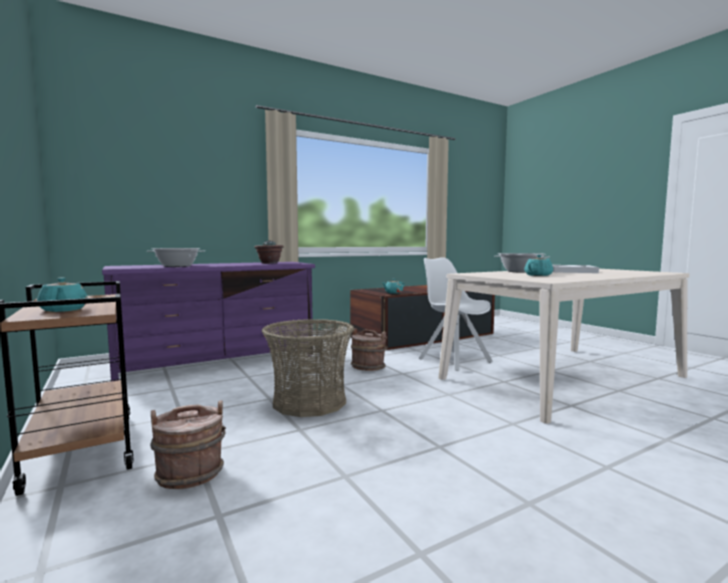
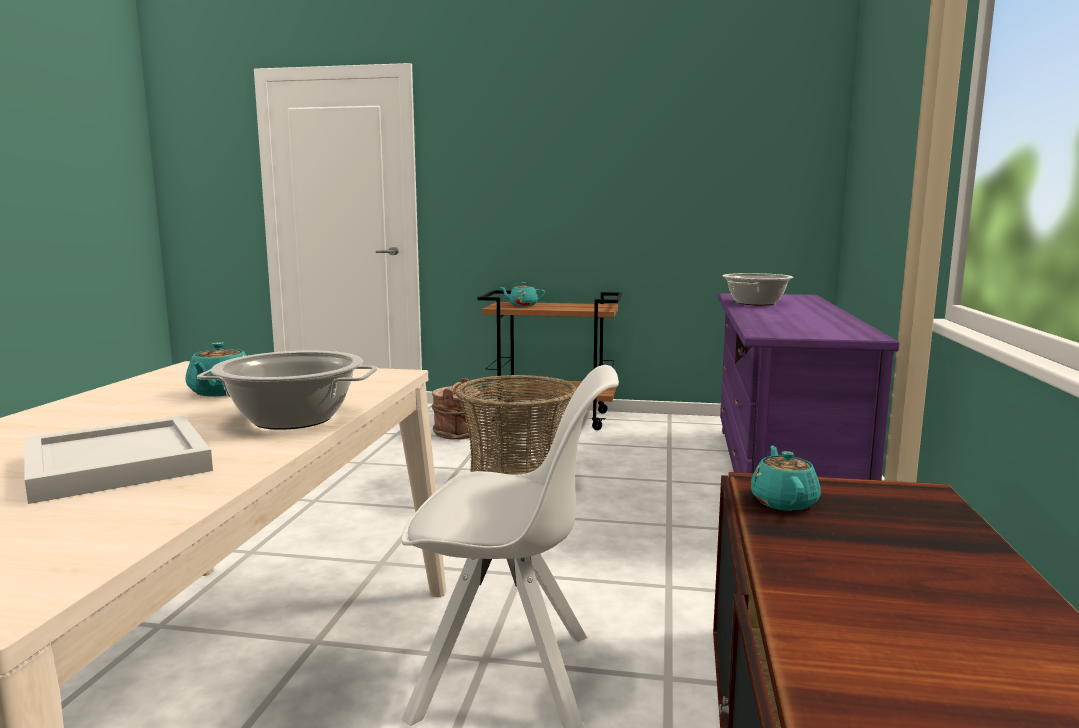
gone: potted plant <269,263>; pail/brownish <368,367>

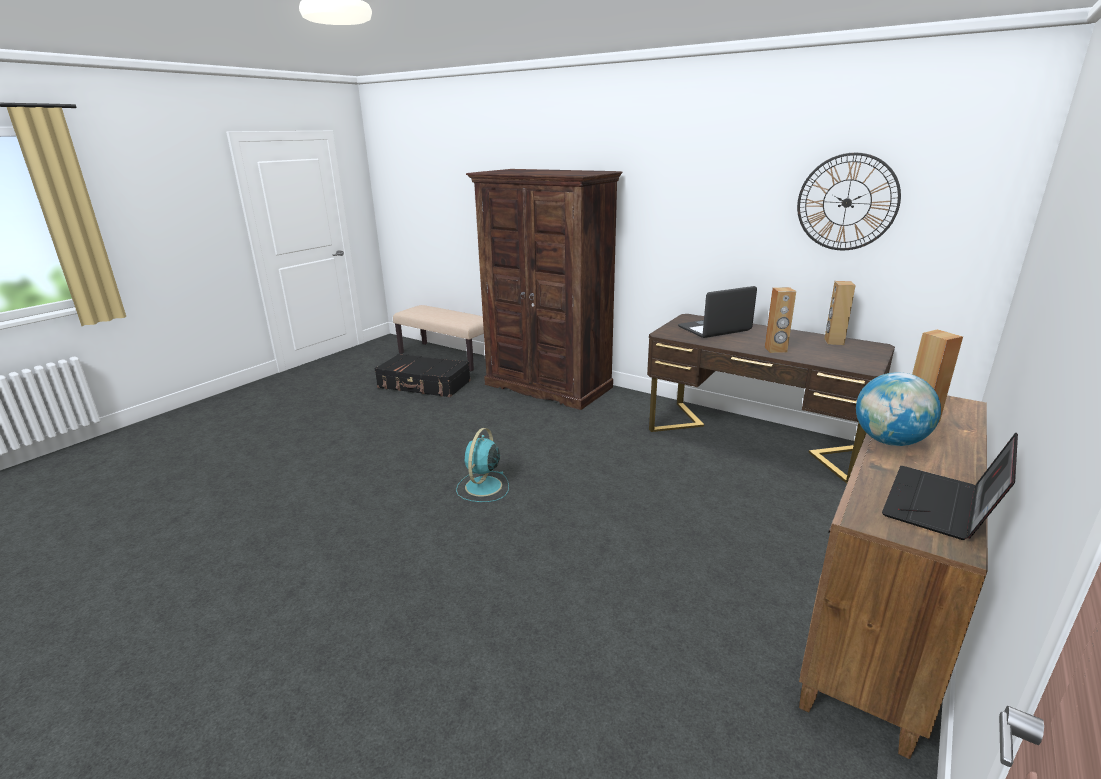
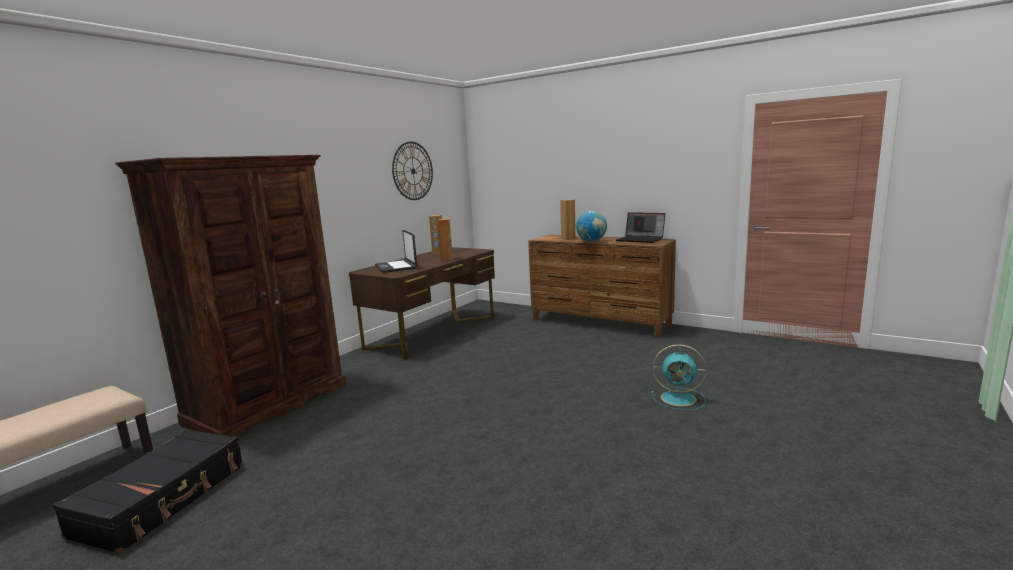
shifted: fan/turquoise <483,487> to <680,398>

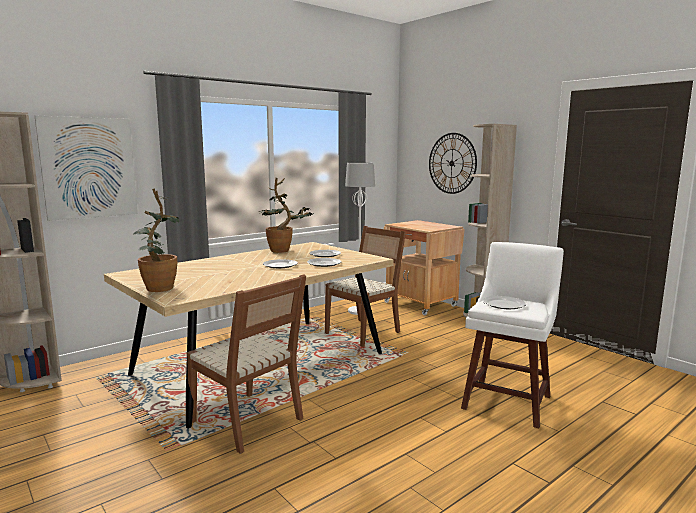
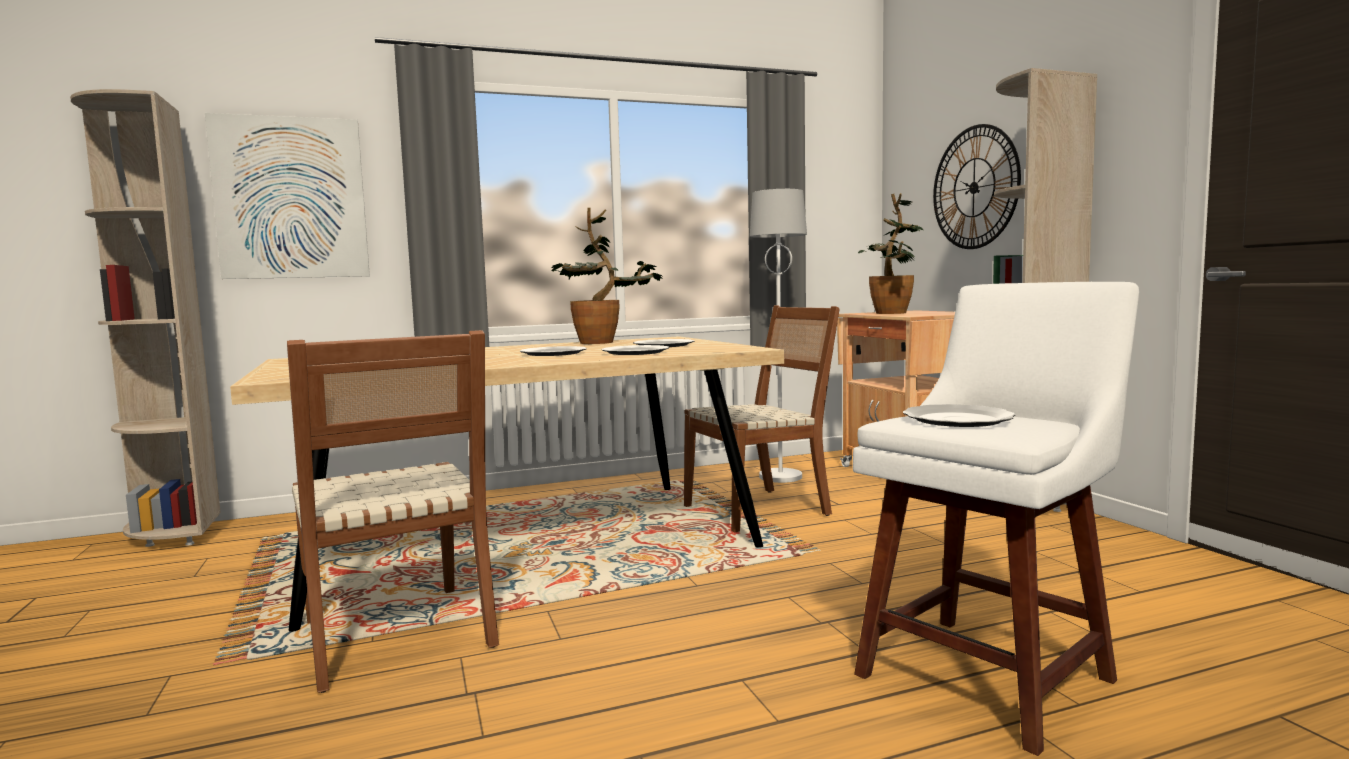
shifted: potted plant <157,290> to <890,313>

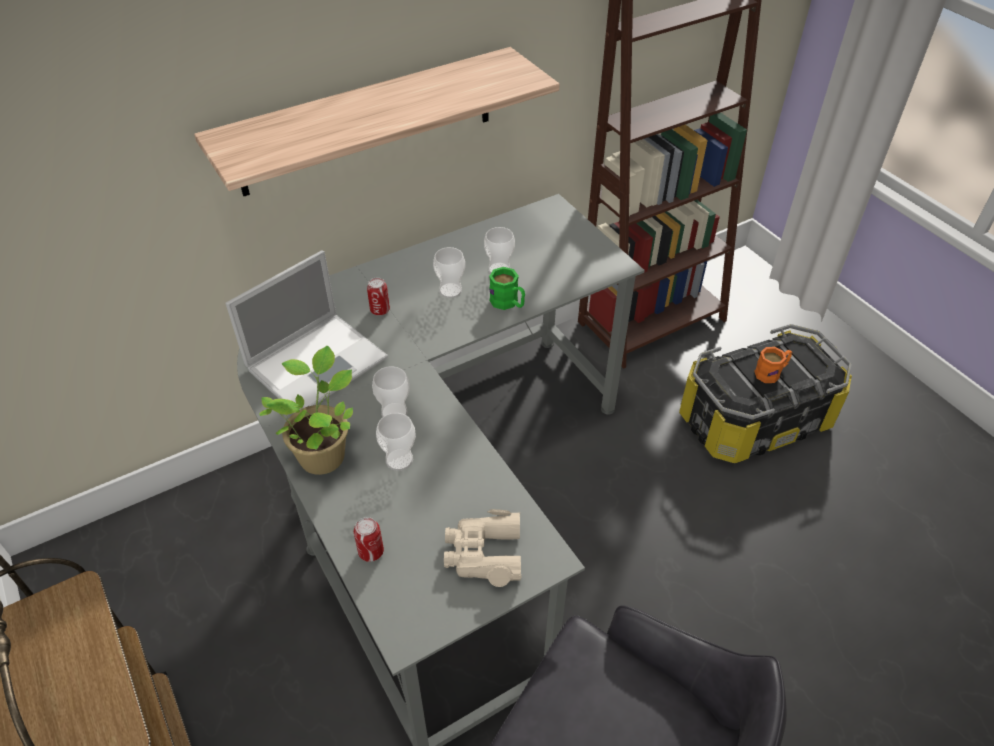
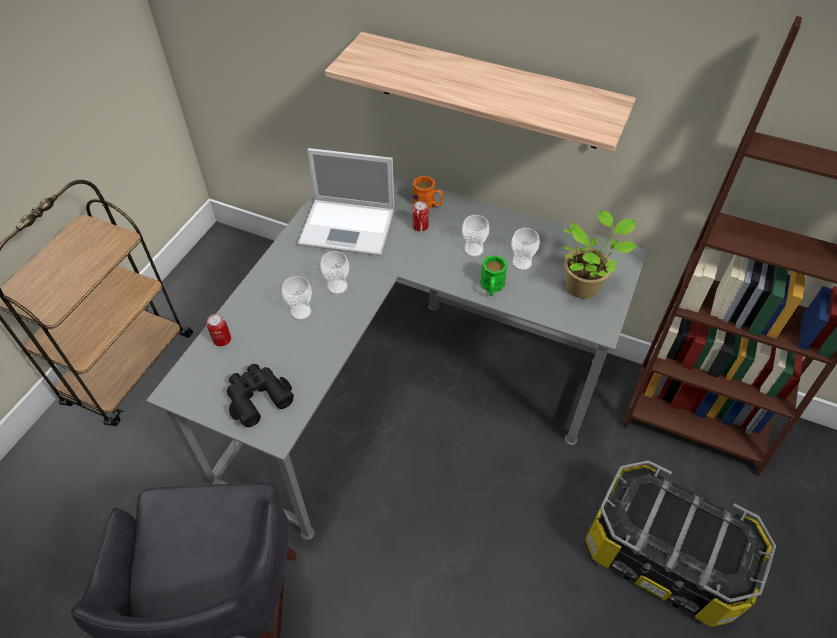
shifted: potted plant <323,454> to <584,285>; tea mug/orange-coloured <771,373> to <428,204>
repainted: binoculars/beige-coloured <483,553> to binoculars/black <257,397>

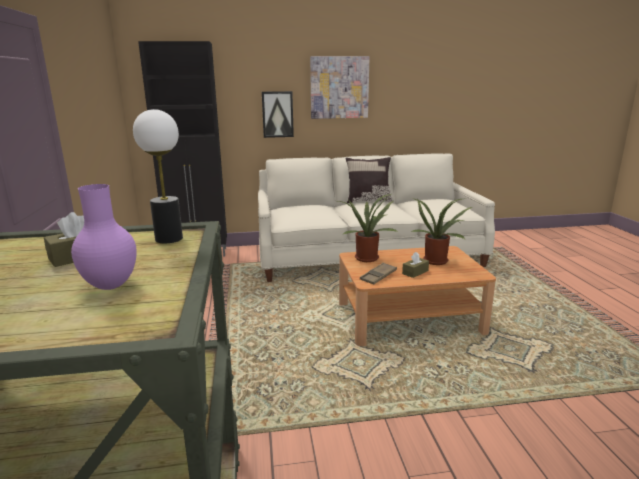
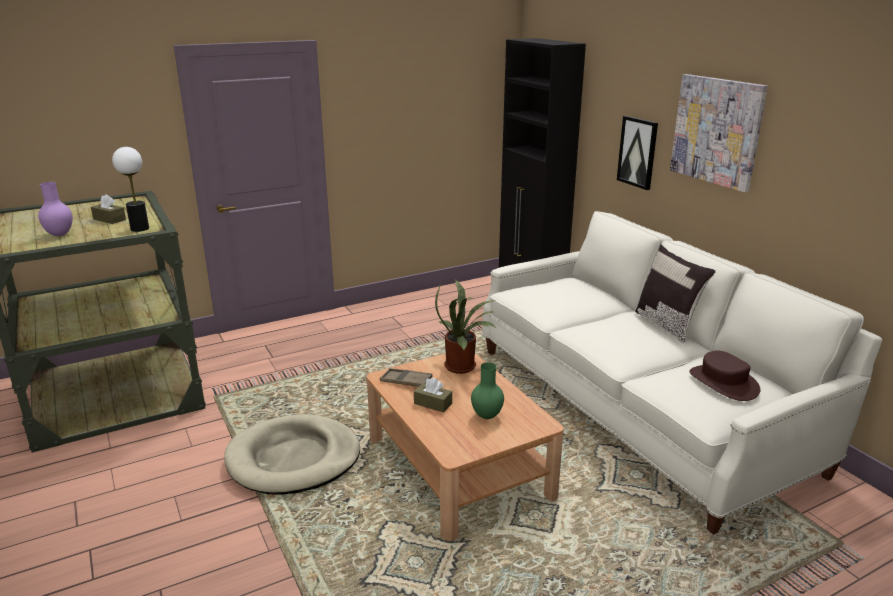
new: dog bed/beige-coloured <294,459>; hat/brownish <723,382>
swapped: potted plant <437,260> to vase/greenish <487,416>

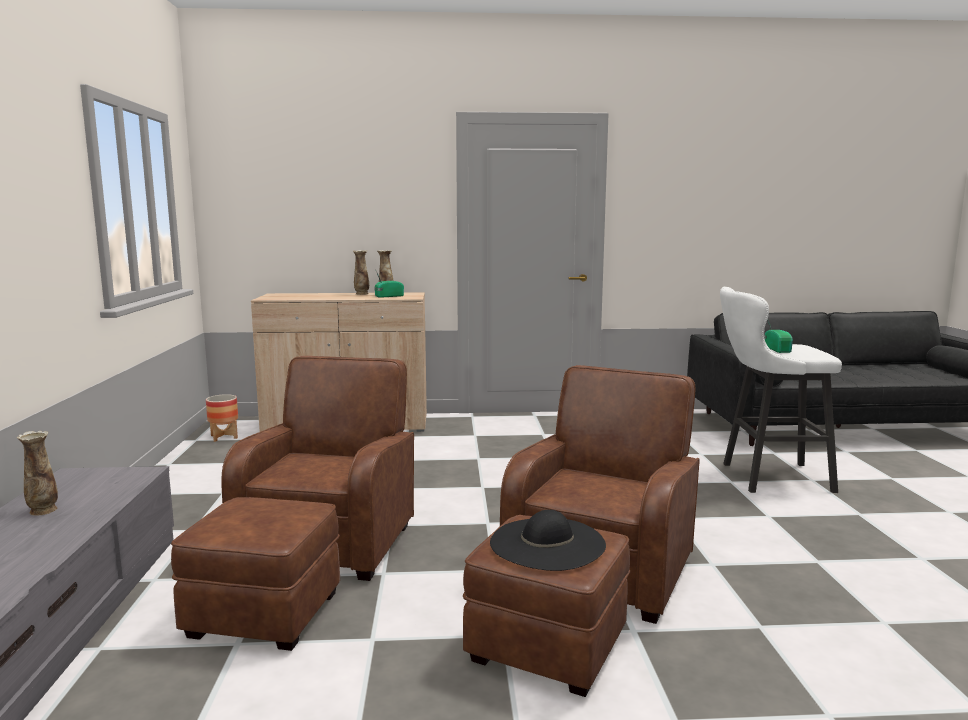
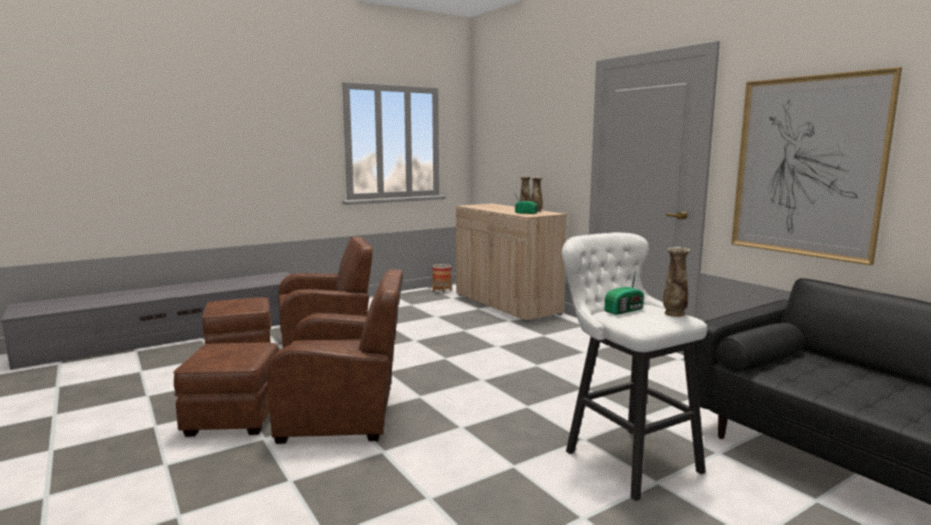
gone: hat/black <547,543>
new: picture <807,167>
shifted: vase <43,511> to <674,314>

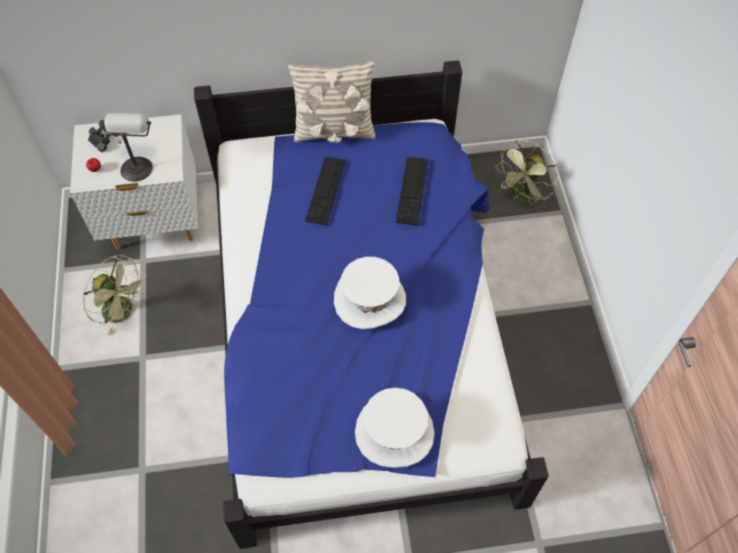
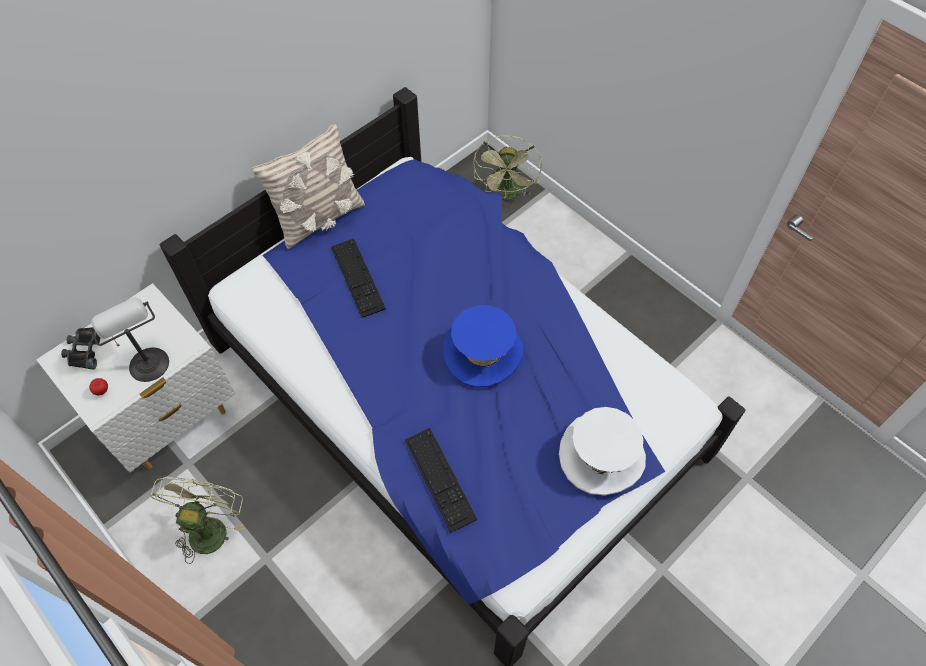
shifted: keyboard <412,190> to <439,479>
repainted: hat/whitish <369,299> to hat/blue-coloured <482,352>
rotated: fan/greenish <124,311> = <209,526> 75 degrees counterclockwise

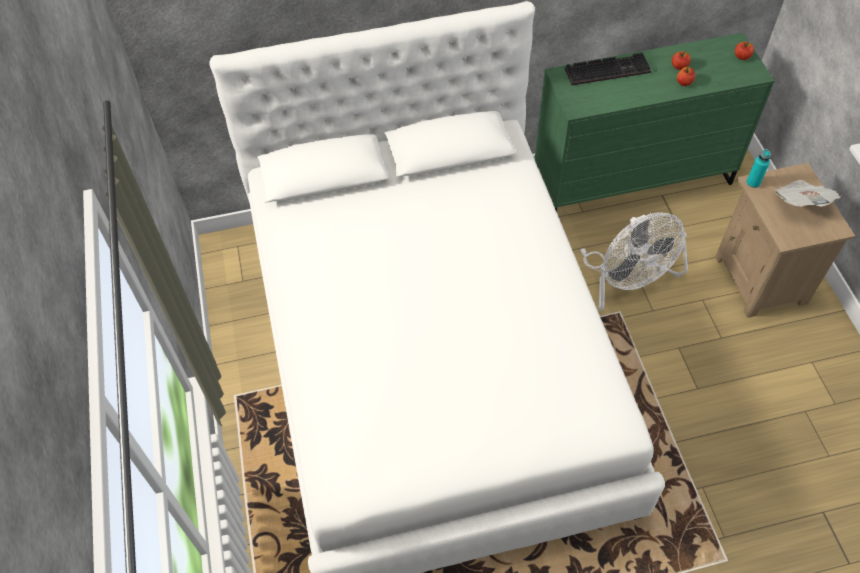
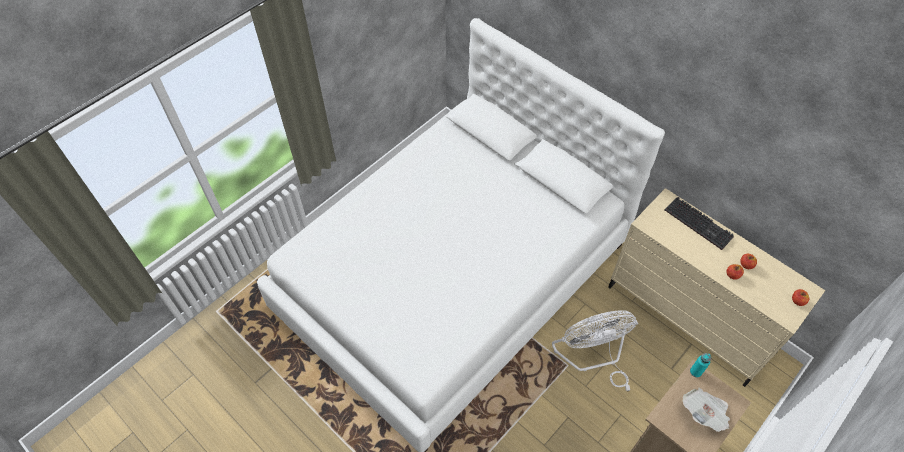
repainted: chest of drawers/greenish <631,178> to chest of drawers/beige-coloured <688,317>
rotated: fan/whitish <625,280> = <597,356> 135 degrees clockwise

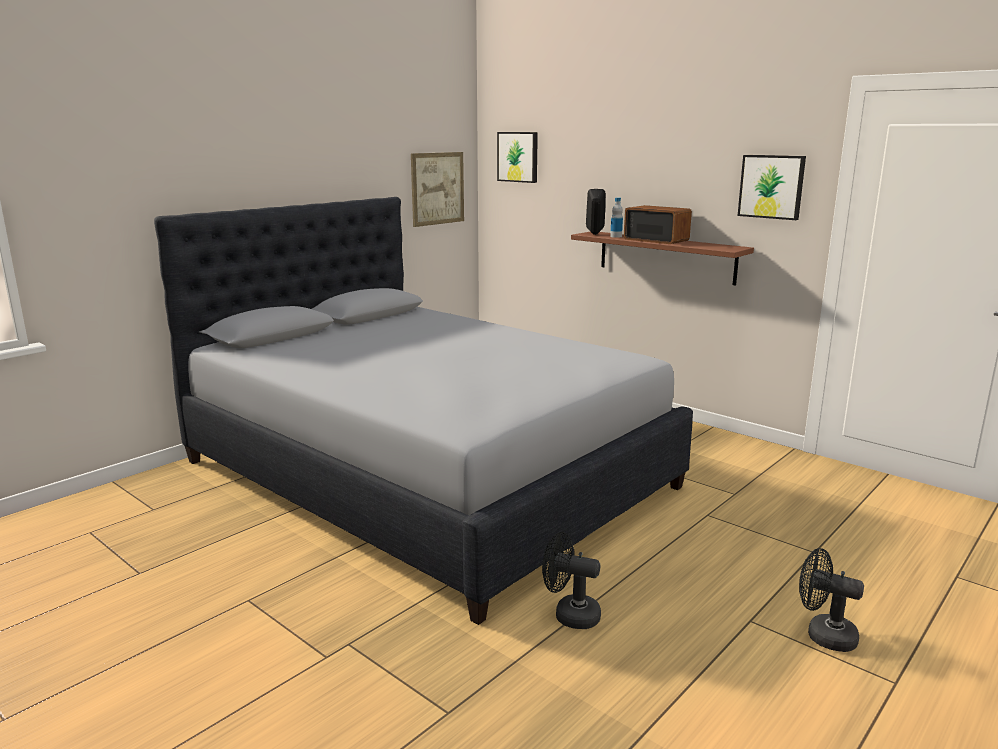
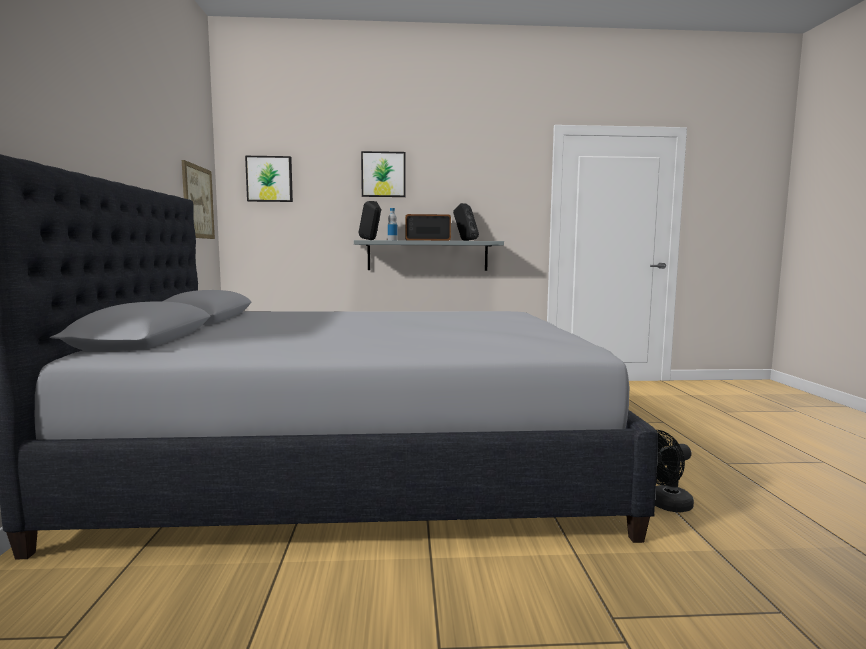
gone: fan/black <823,635>
new: speaker/black <464,240>
shifted: picture <771,186> to <383,174>
repainted: wall shelf/brownish <666,257> to wall shelf/gray <427,255>

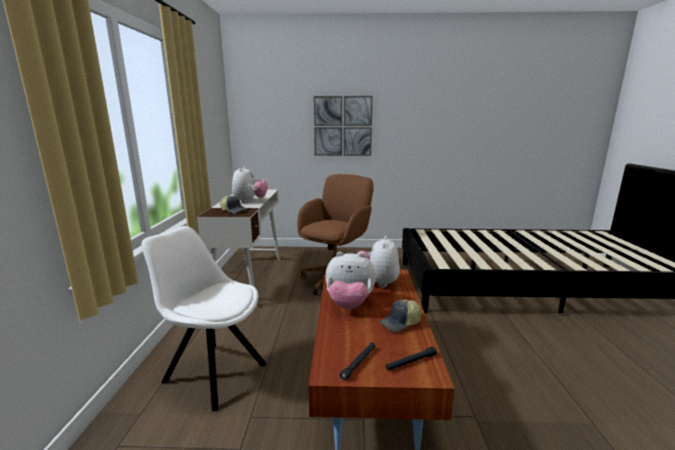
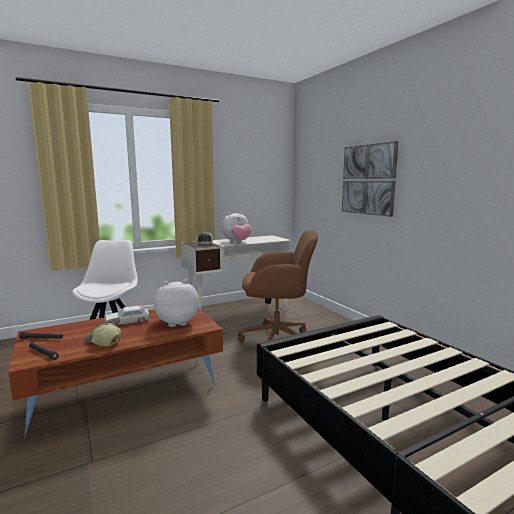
swapped: soft toy <349,304> to miniature car <128,321>

